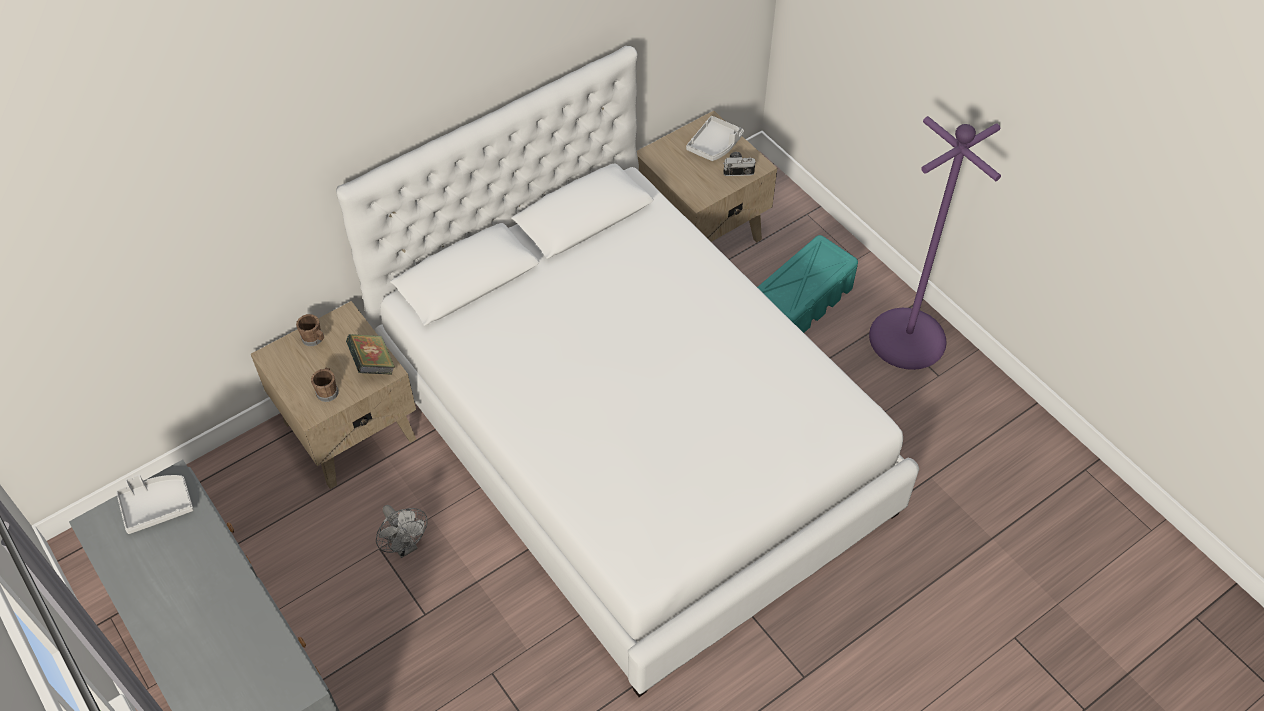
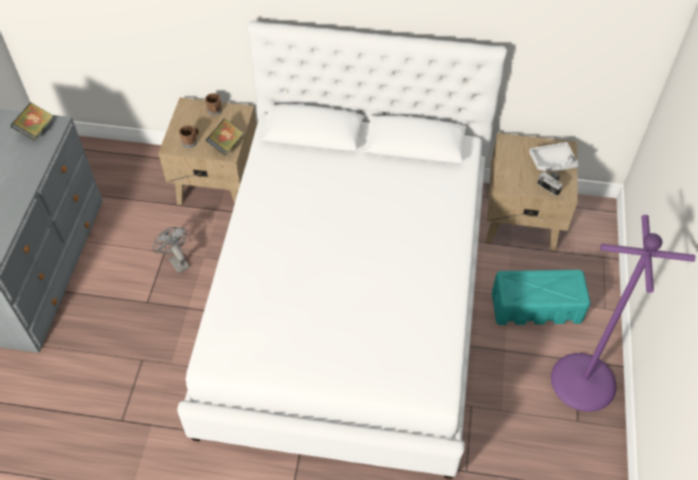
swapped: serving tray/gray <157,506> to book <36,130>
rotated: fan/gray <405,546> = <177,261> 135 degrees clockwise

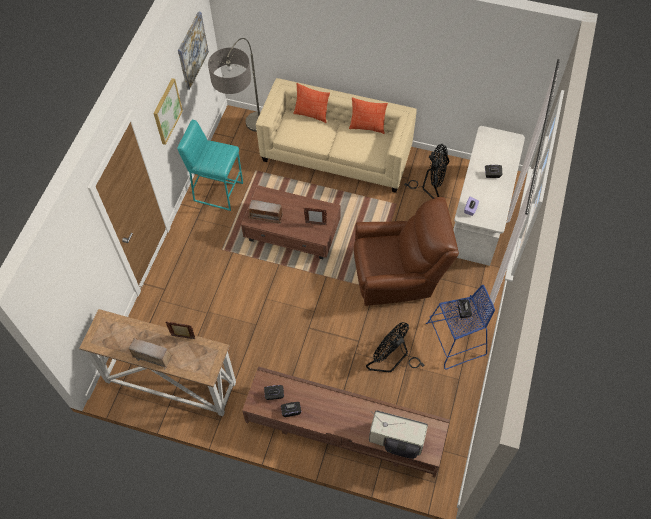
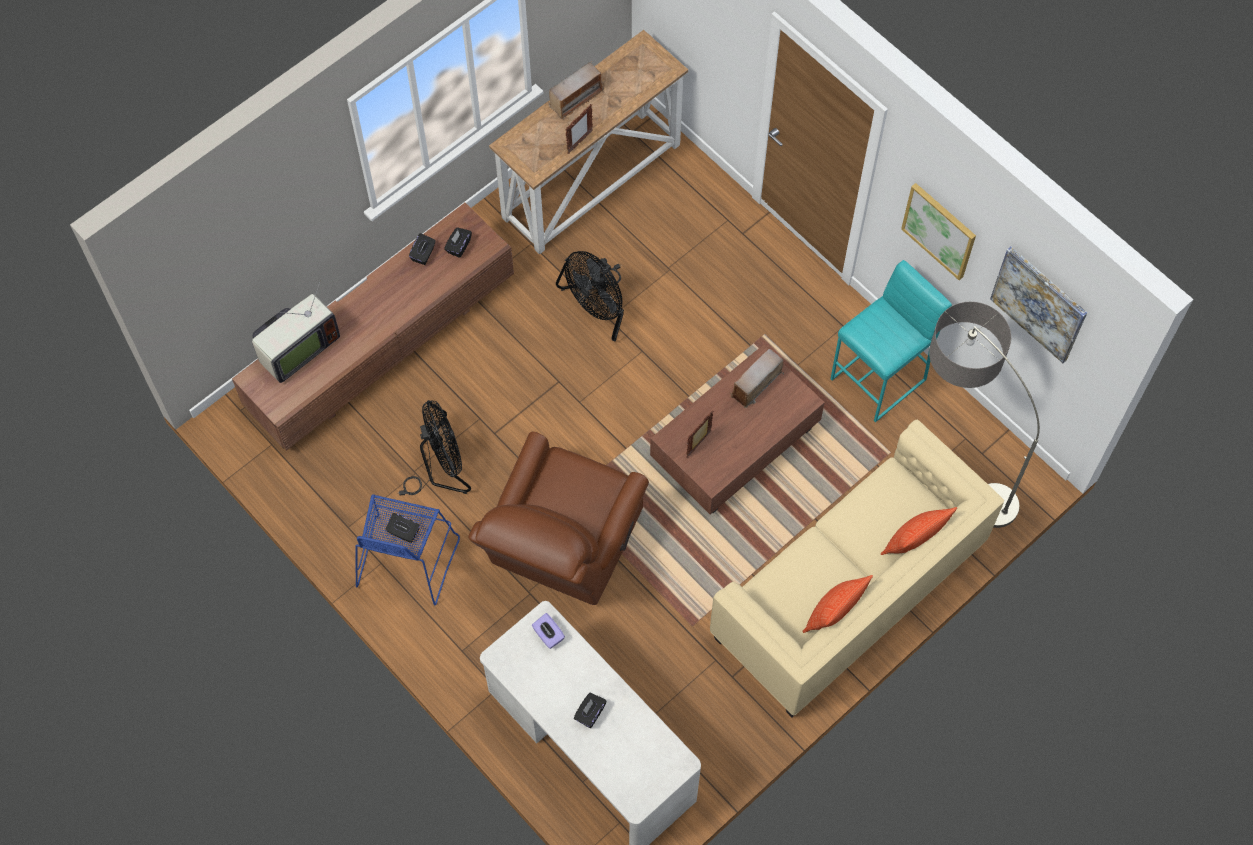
shifted: fan/black <431,182> to <598,303>

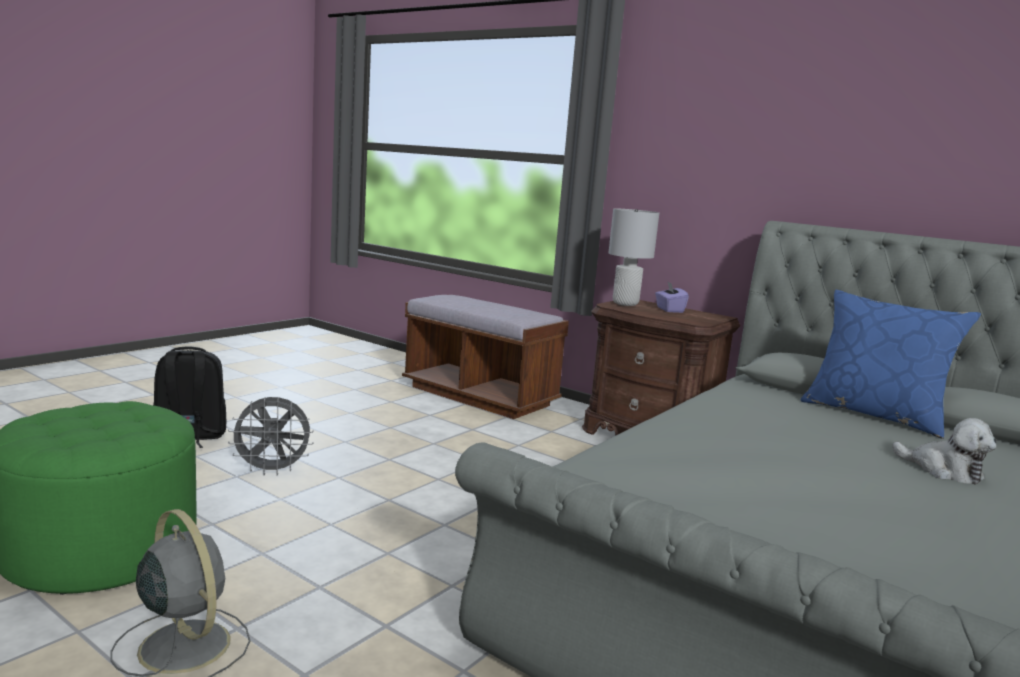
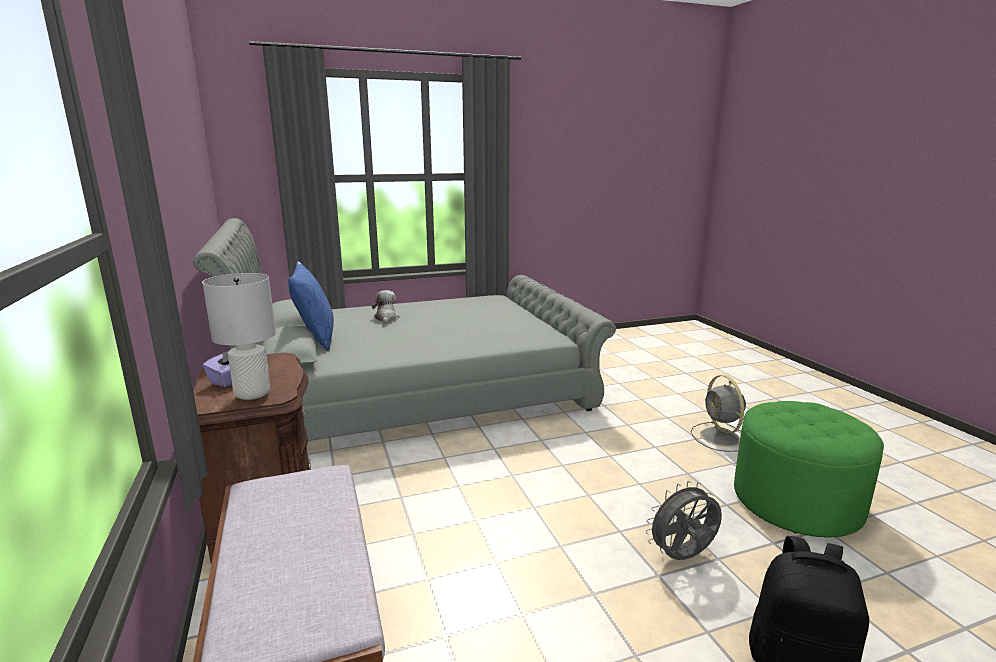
rotated: fan/gray <272,471> = <682,557> 45 degrees counterclockwise

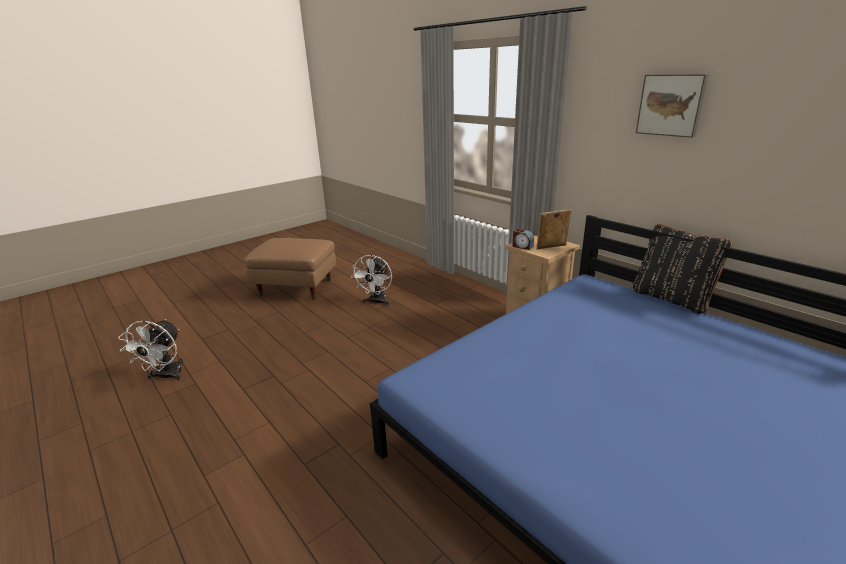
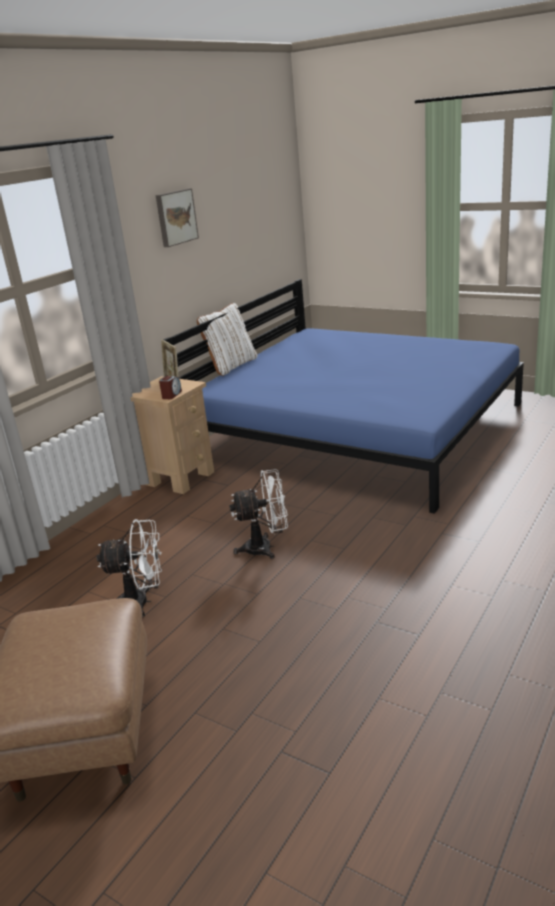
shifted: fan/whitish <166,377> to <266,548>
repainted: pillow/black <672,299> to pillow/whitish <231,366>

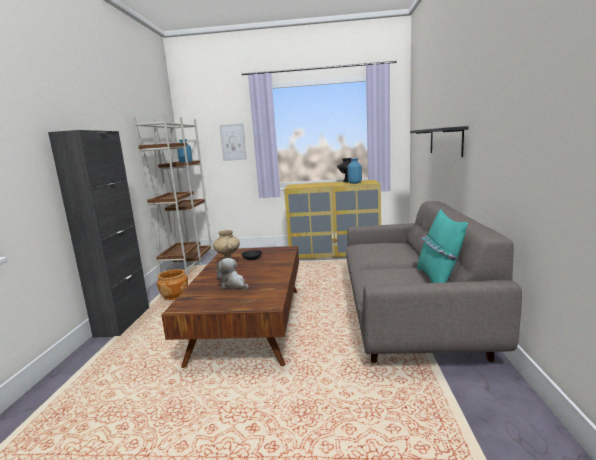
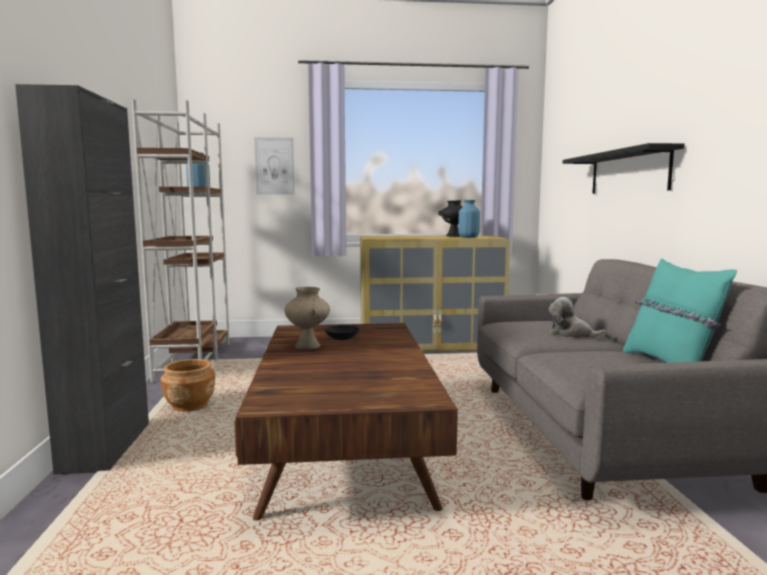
shifted: soft toy <233,285> to <571,334>

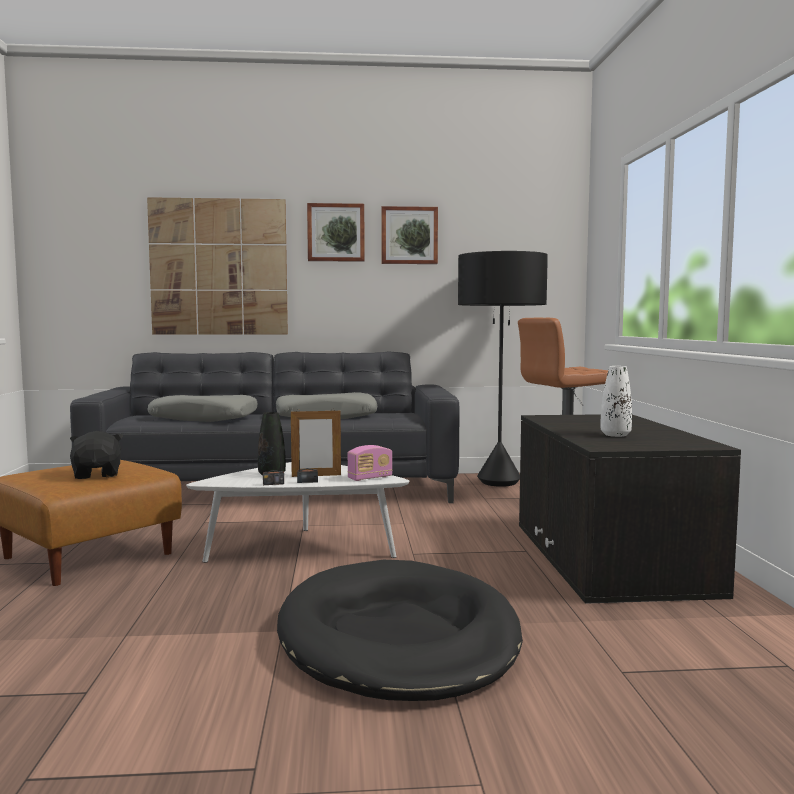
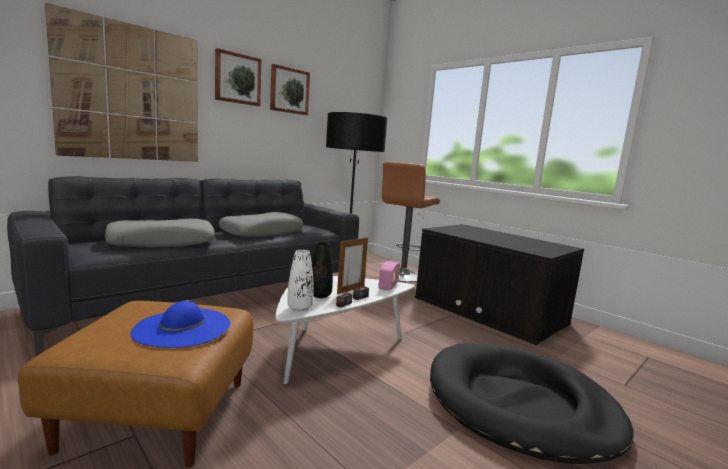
shifted: vase/whitish <615,435> to <299,308>
swapped: soft toy/black <97,474> to hat/blue-coloured <182,327>

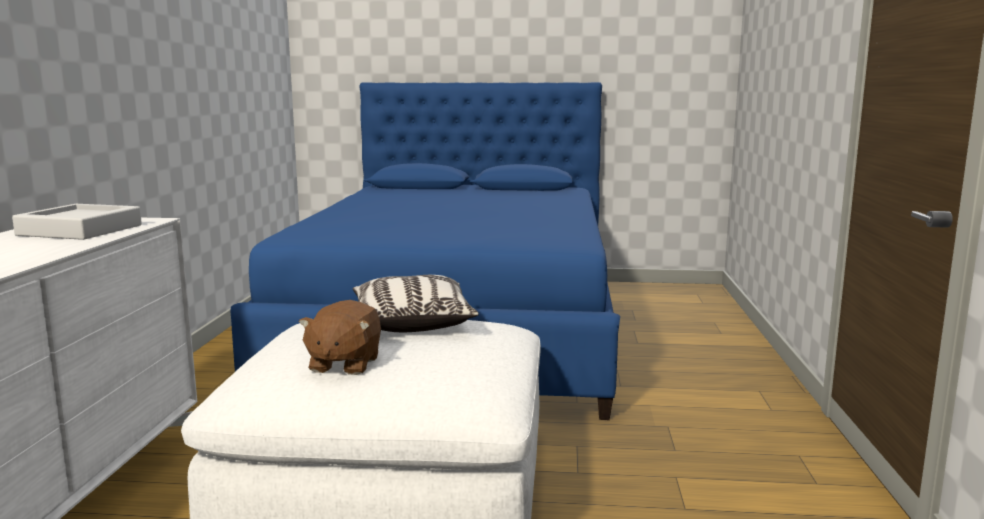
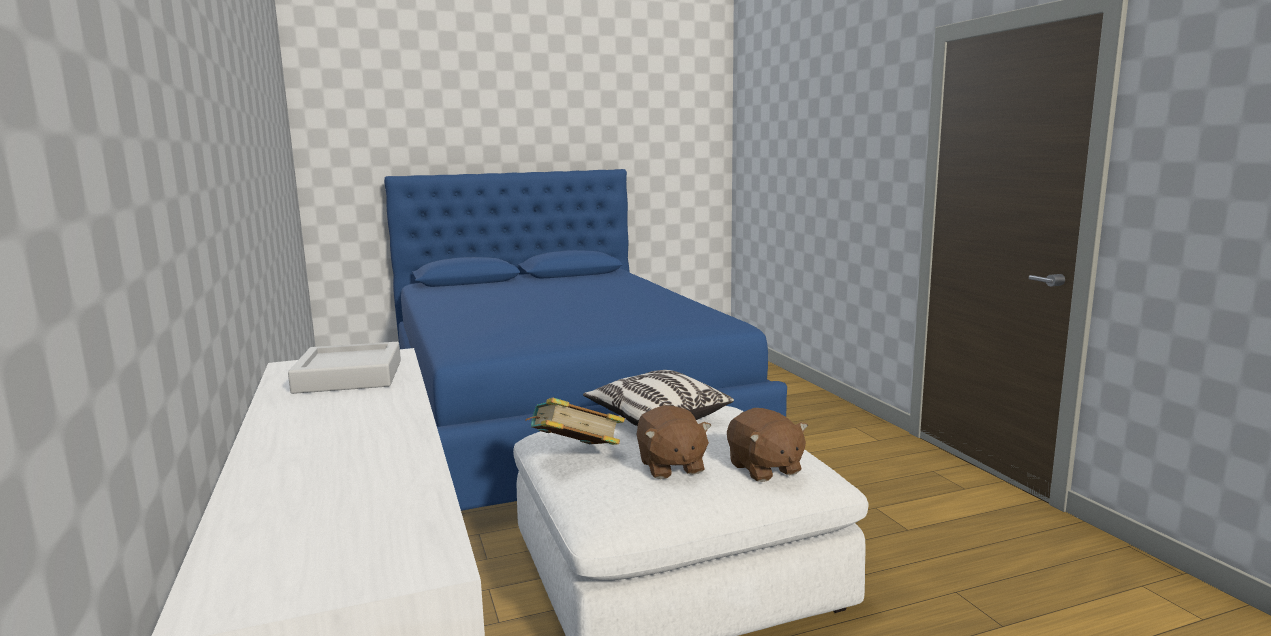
new: book <575,455>; soft toy/brownish <764,469>

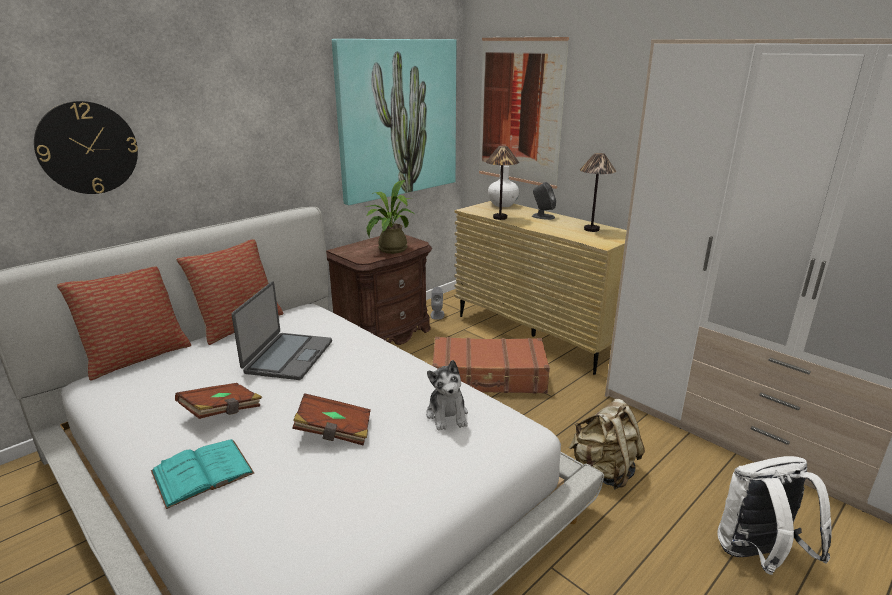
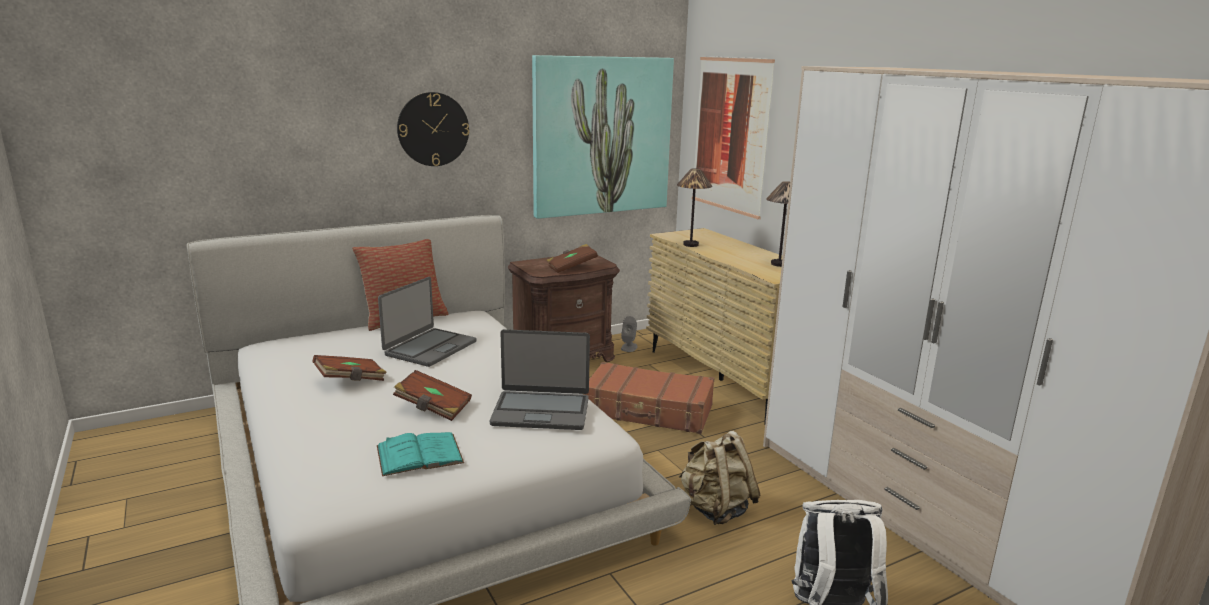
gone: pillow <137,357>; vase/whitish <502,205>; speaker/gray <543,216>
shifted: hanging clock <87,148> to <433,129>; book/turquoise <202,472> to <419,454>
swapped: potted plant <389,250> to book/brownish <571,268>; soft toy <447,415> to laptop <541,411>

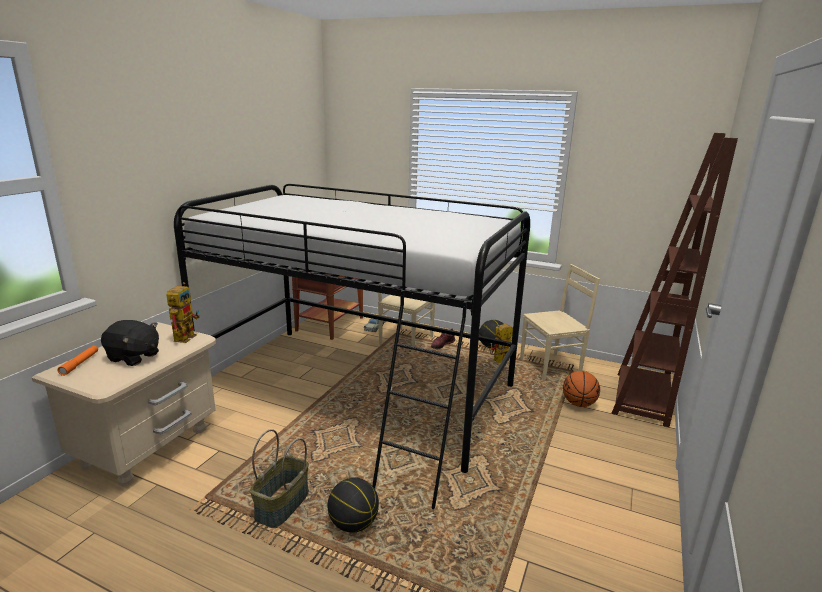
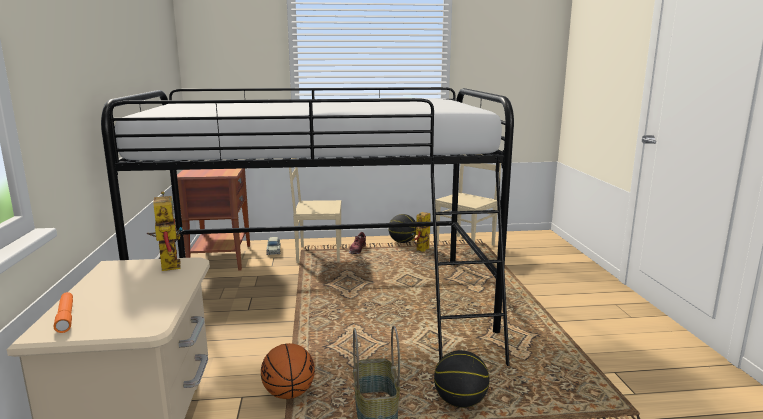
gone: soft toy/black <133,357>; bookcase/brownish <641,398>
shifted: basketball <578,404> to <288,394>

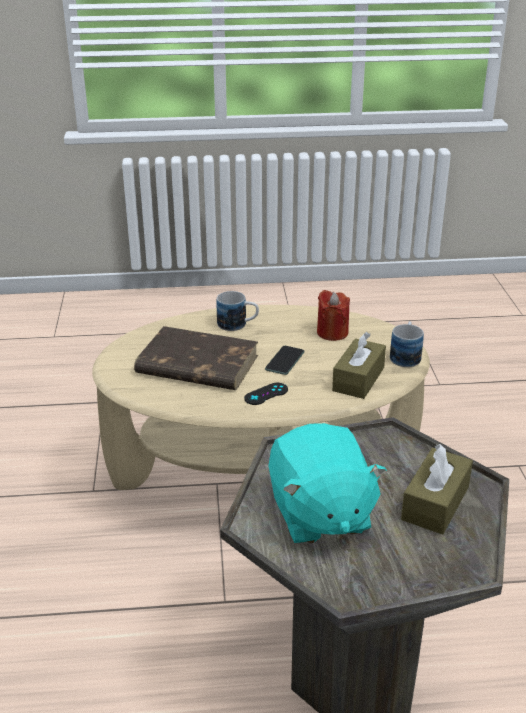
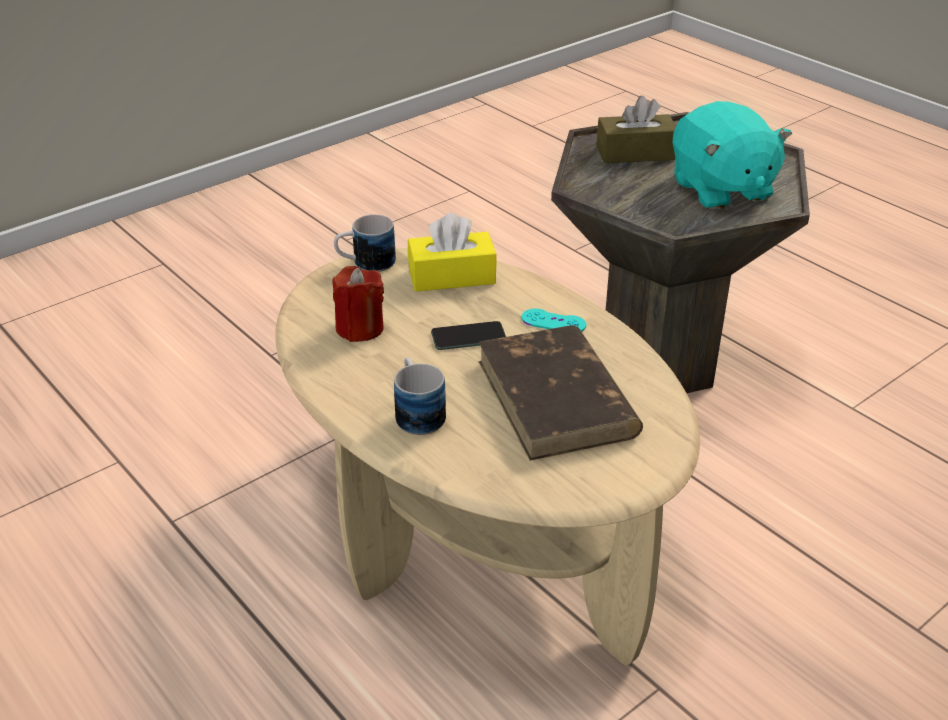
repainted: gamepad/black <266,394> to gamepad/turquoise <553,321>; tissue holder/brownish <358,379> to tissue holder/yellow-coloured <452,276>
rotated: soft toy/turquoise <319,514> = <720,190> 120 degrees clockwise

